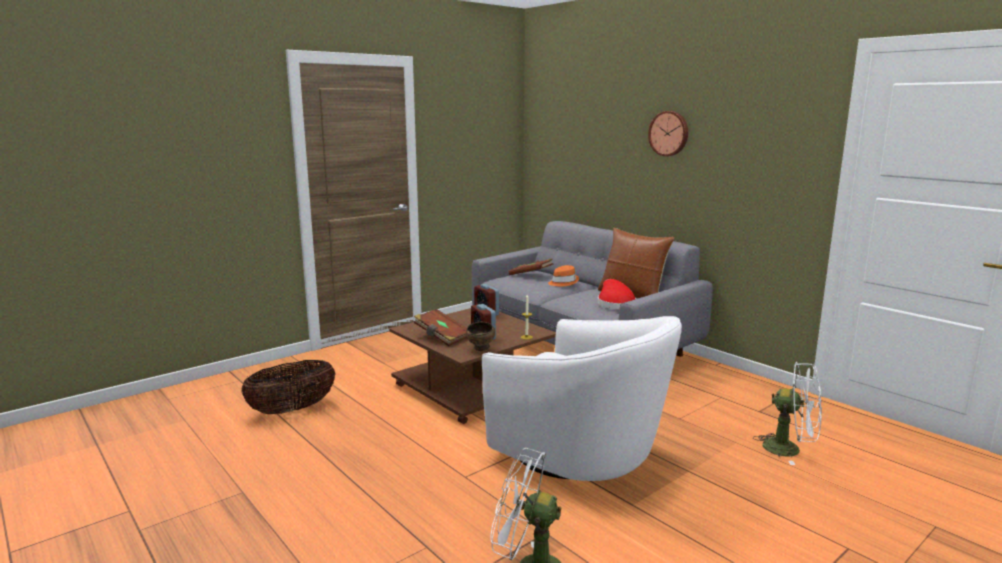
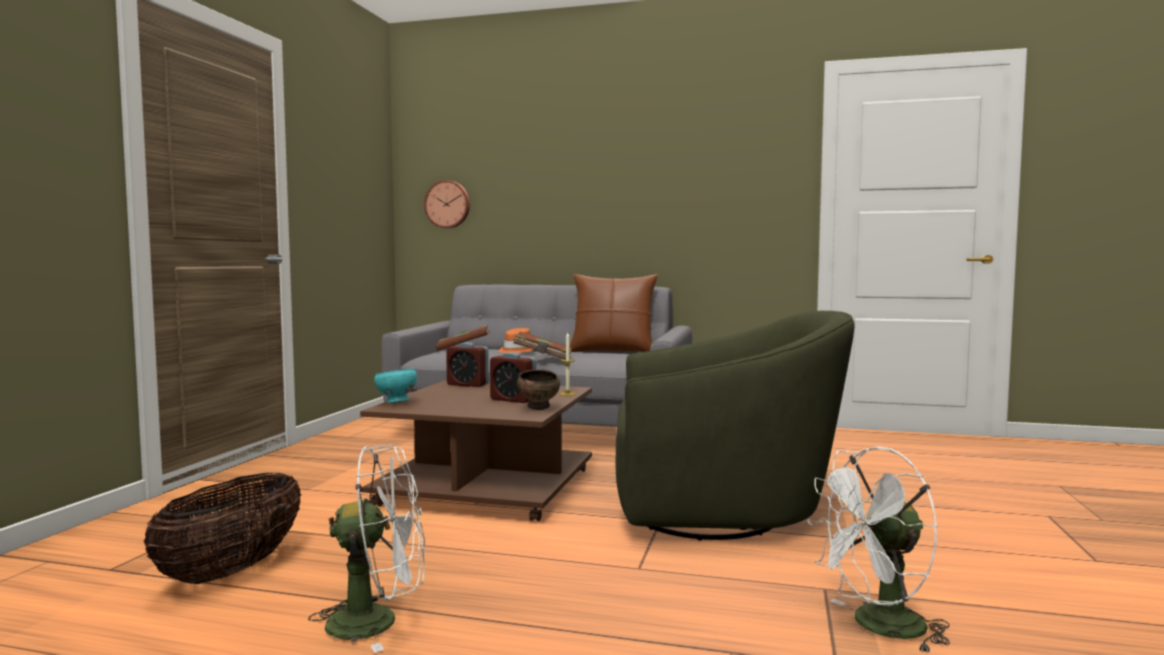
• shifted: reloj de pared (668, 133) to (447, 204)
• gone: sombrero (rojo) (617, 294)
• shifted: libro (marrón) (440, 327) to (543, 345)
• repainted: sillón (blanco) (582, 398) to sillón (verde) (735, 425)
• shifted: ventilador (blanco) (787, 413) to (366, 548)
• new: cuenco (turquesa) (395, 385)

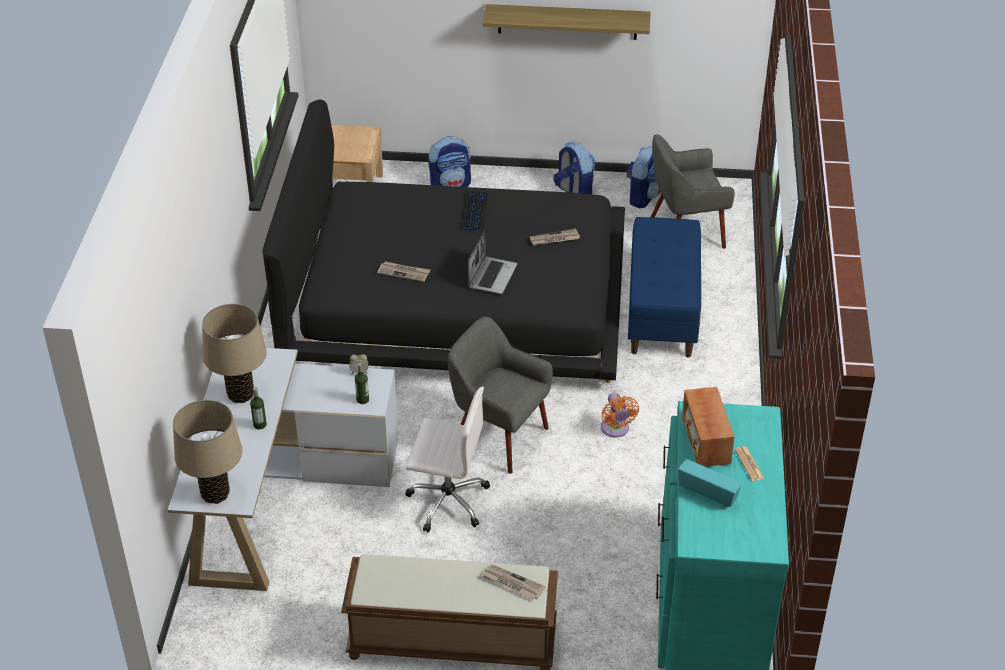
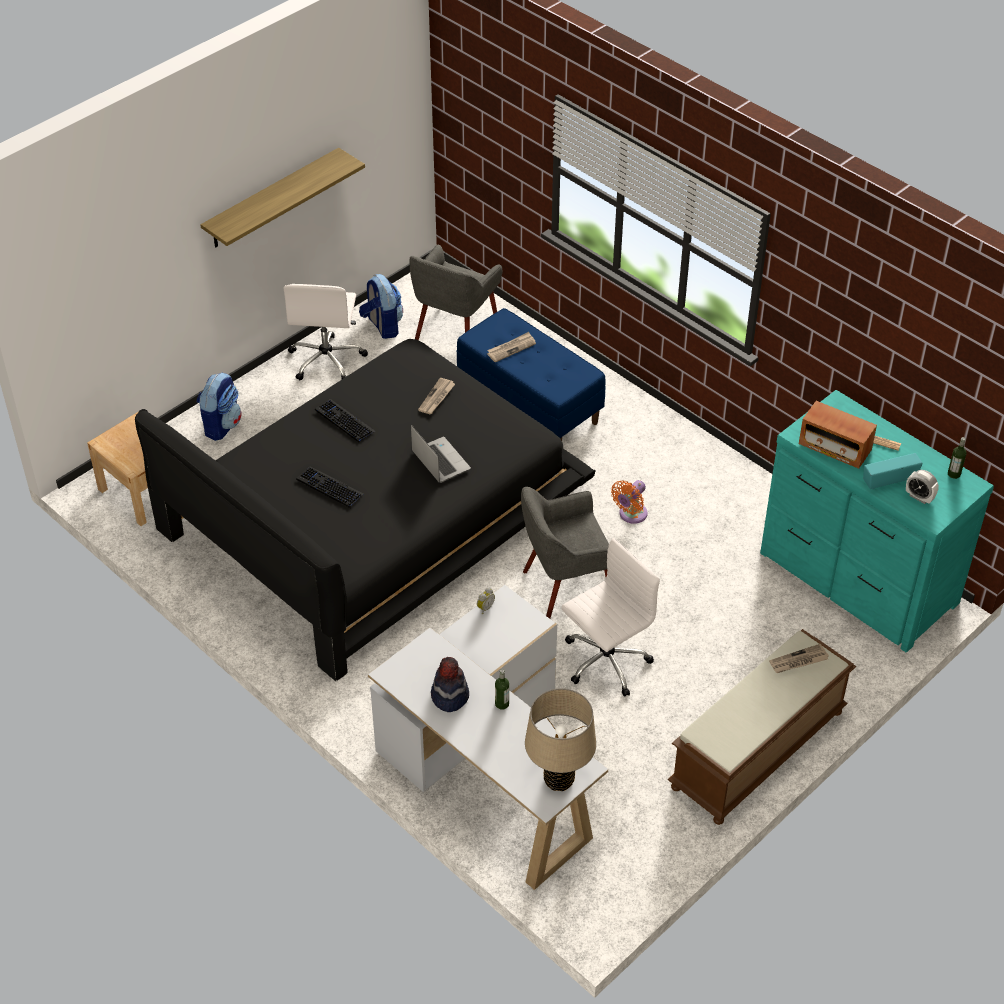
• swapped: mochila (574, 168) to silla de oficina (blanco) (325, 332)
• shifted: periódico (404, 271) to (511, 347)
• swapped: lámpara de mesa (beis) (234, 353) to sombrero (450, 684)
• shifted: botella (362, 383) to (957, 458)
• rotated: ventilador (naranja) (620, 414) = (629, 502) 105 degrees clockwise
• new: teclado (330, 487)
• new: despertador (922, 487)

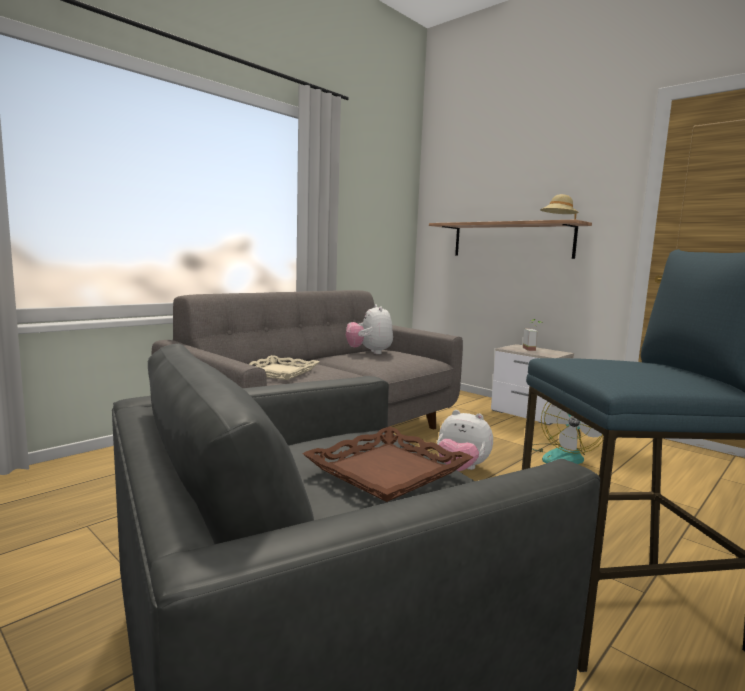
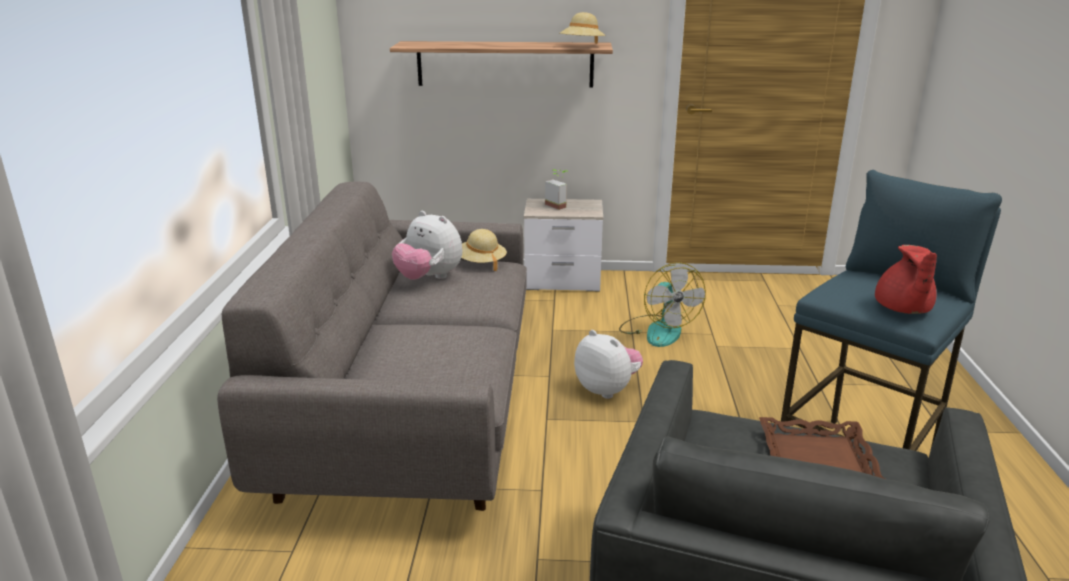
• gone: bandeja (beis) (284, 367)
• rotated: peluche (465, 440) = (608, 364) 120 degrees counterclockwise
• new: sombrero (beis) (484, 250)
• new: tetera (rojo) (906, 279)

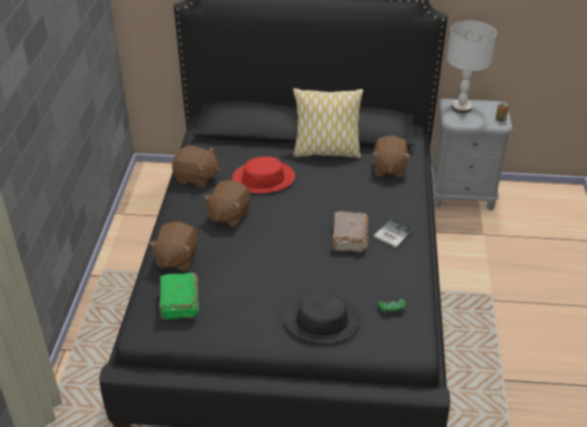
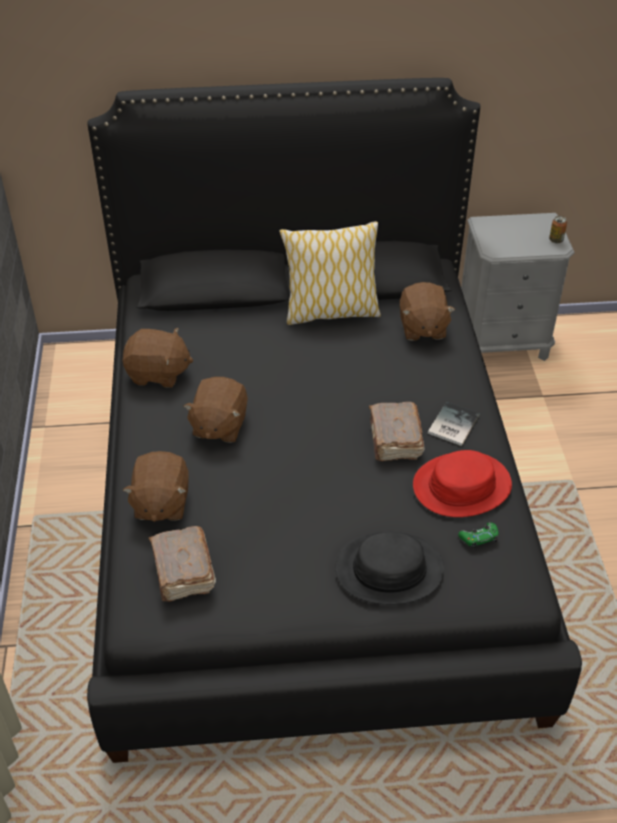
• gone: lámpara de mesa (gris) (472, 67)
• shifted: sombrero (rojo) (263, 174) to (462, 483)
• repainted: libro (verde) (179, 296) to libro (marrón) (182, 564)

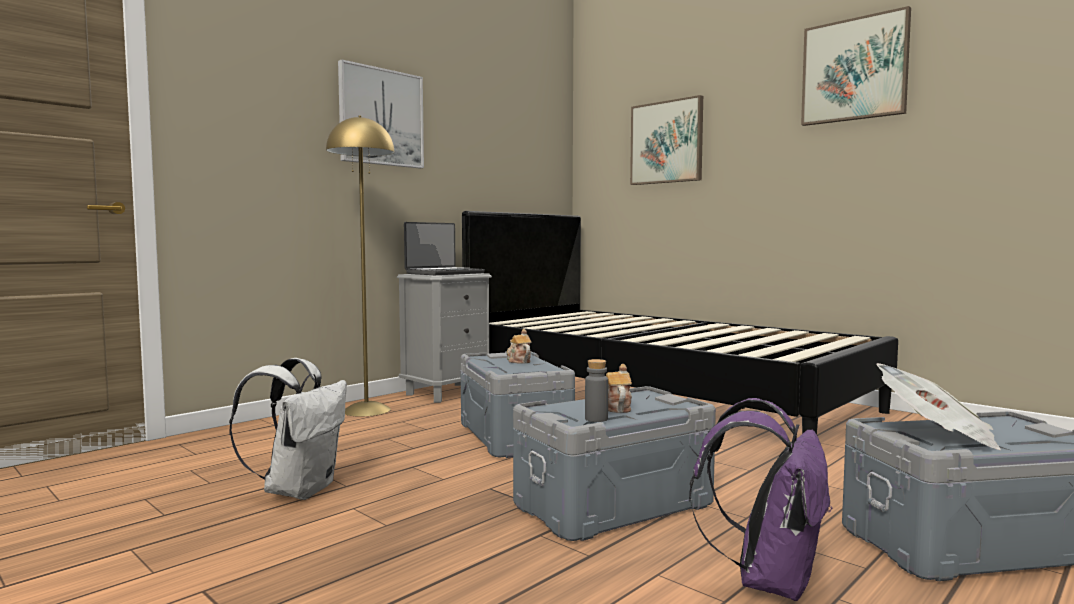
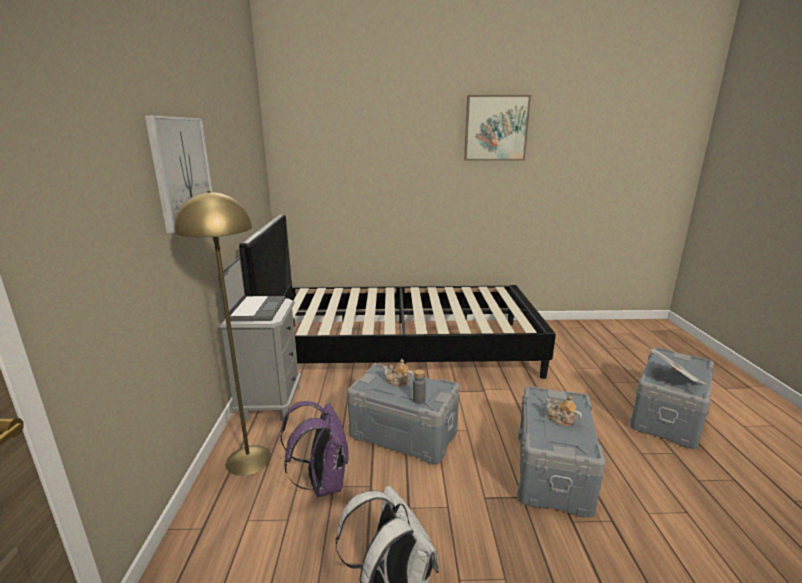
• gone: cuadro (666, 140)
• shifted: botella (gris) (596, 390) to (419, 386)
• shifted: mochila (morado) (760, 499) to (314, 449)

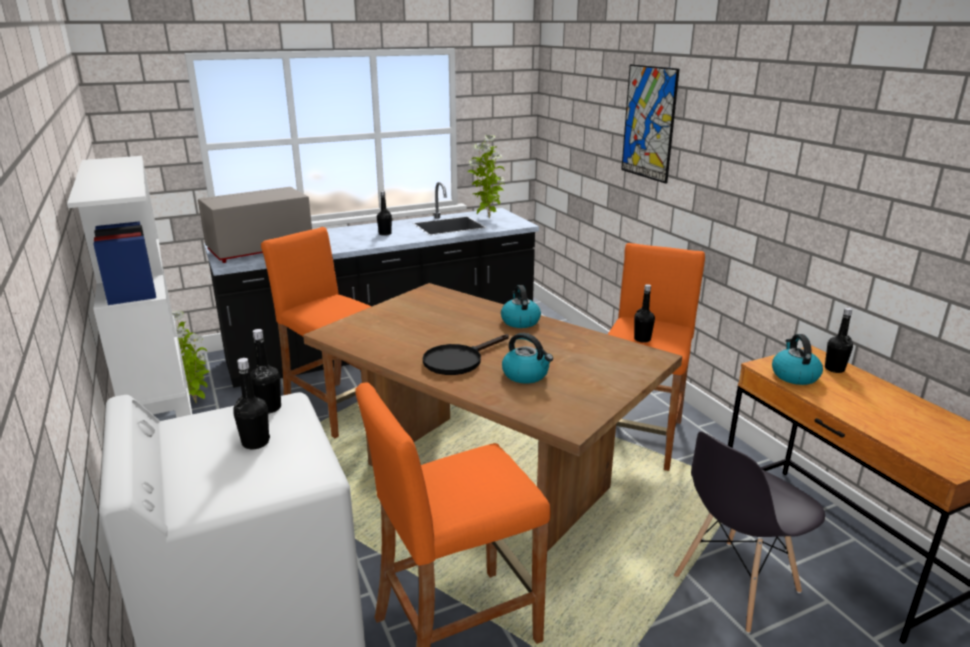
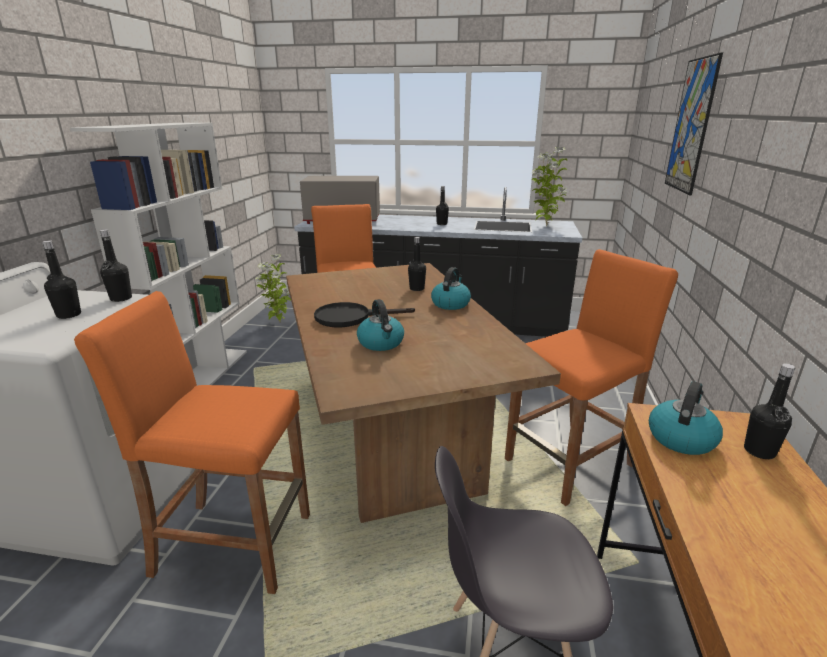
• shifted: botella (negro) (644, 313) to (417, 264)

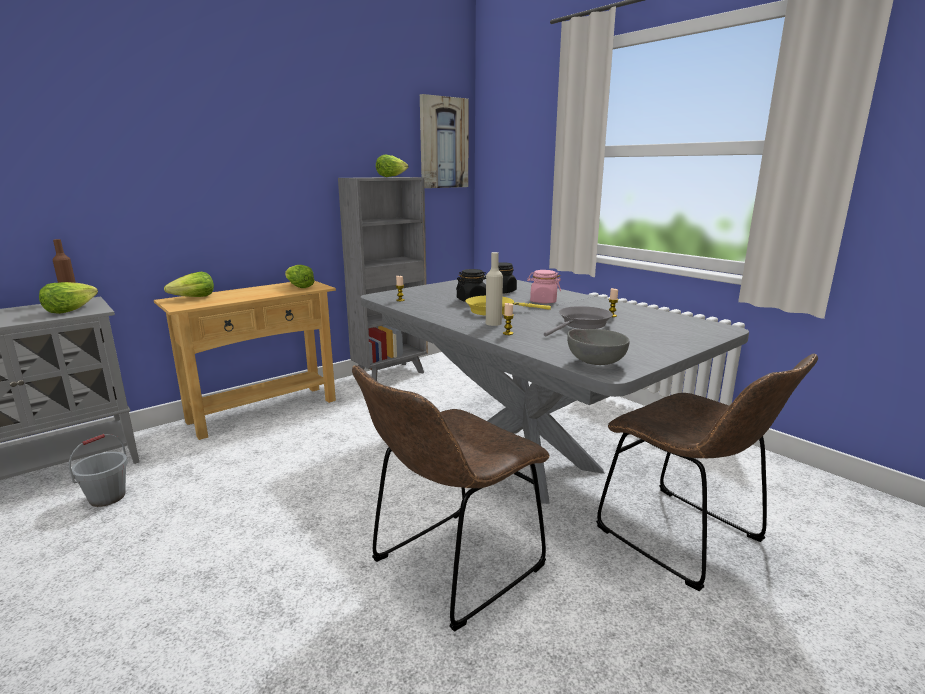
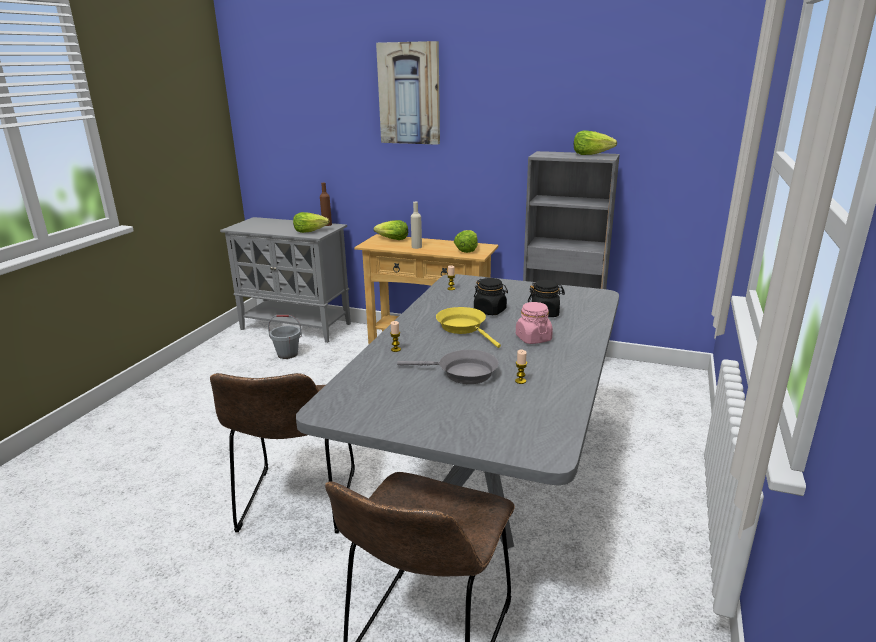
• shifted: cuadro (444, 141) to (408, 93)
• shifted: botella (beis) (494, 289) to (416, 225)
• gone: cuenco (gris) (598, 347)
• rotated: silla (marrón) (451, 498) = (282, 453) 105 degrees counterclockwise

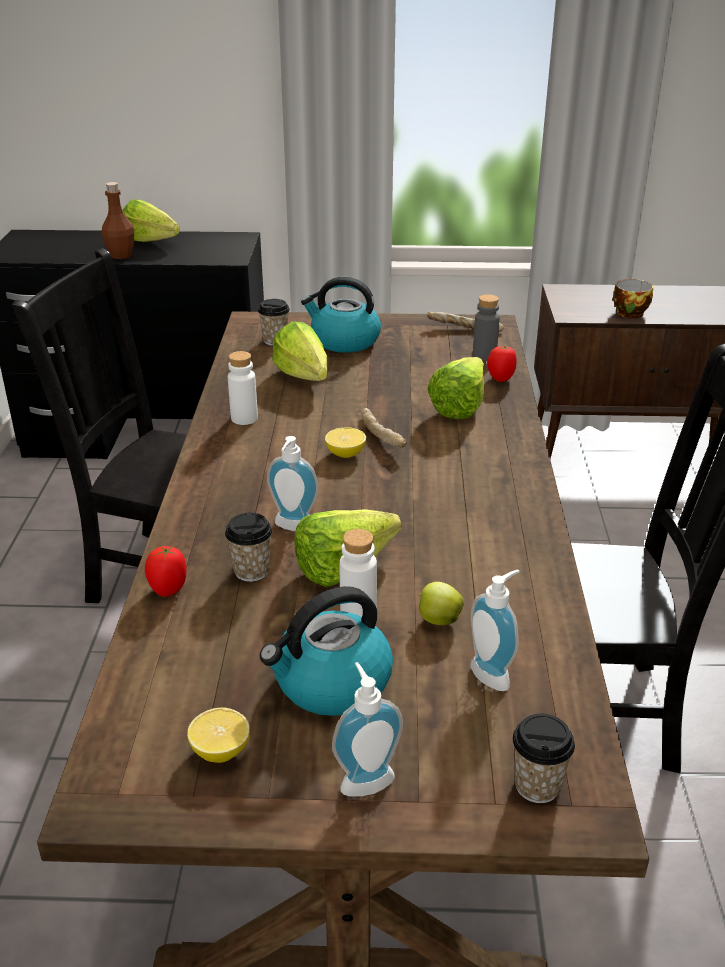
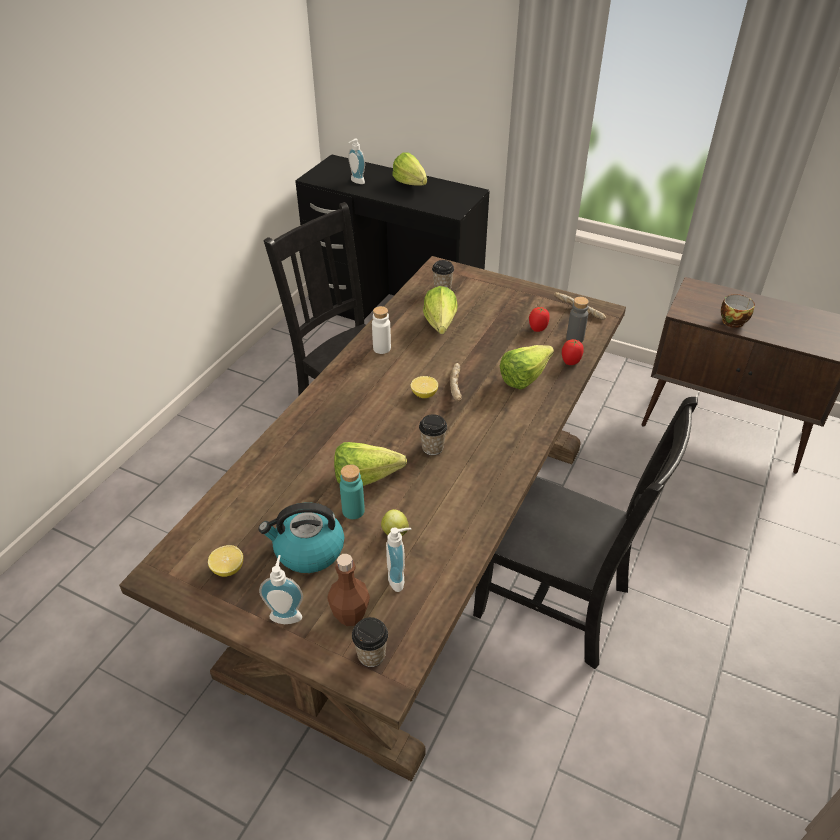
• shifted: botella (marrón) (118, 220) to (348, 590)
• gone: hervidor (341, 315)
• shifted: dispensador de jabón (293, 483) to (356, 161)
• shifted: taza (248, 547) to (433, 434)
• repainted: botella (blanco) (358, 573) to botella (turquesa) (352, 492)
• shifted: tomate (165, 571) to (539, 319)

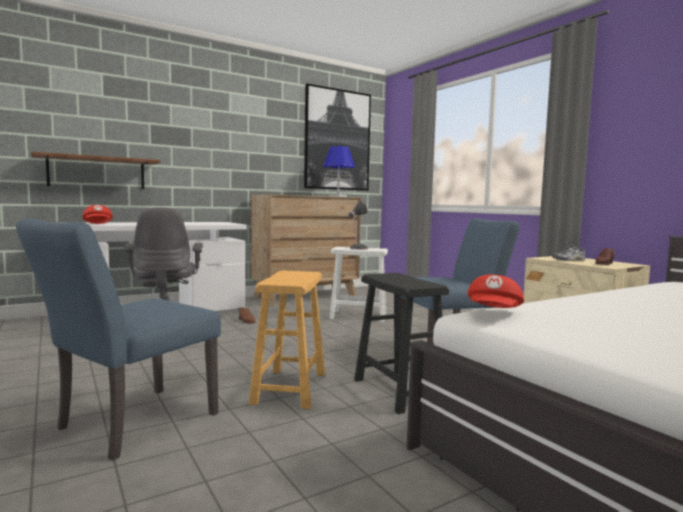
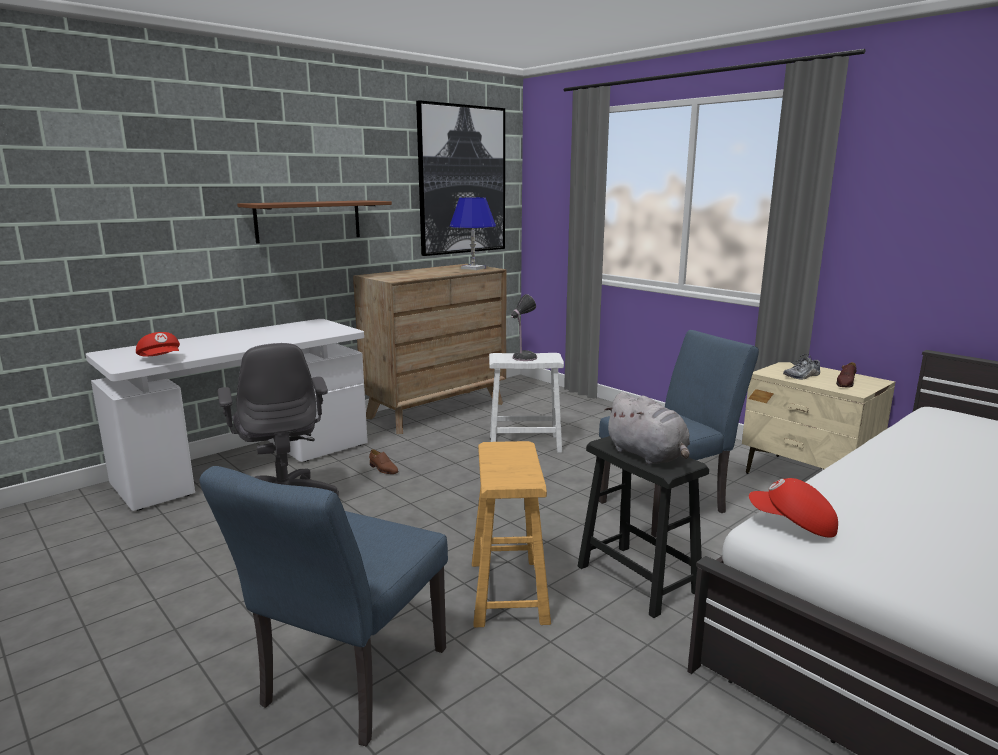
• shifted: estante (marrón) (96, 170) to (314, 222)
• rotated: gorra (rojo) (495, 291) = (793, 508) 105 degrees clockwise
• new: peluche (gris) (647, 428)

